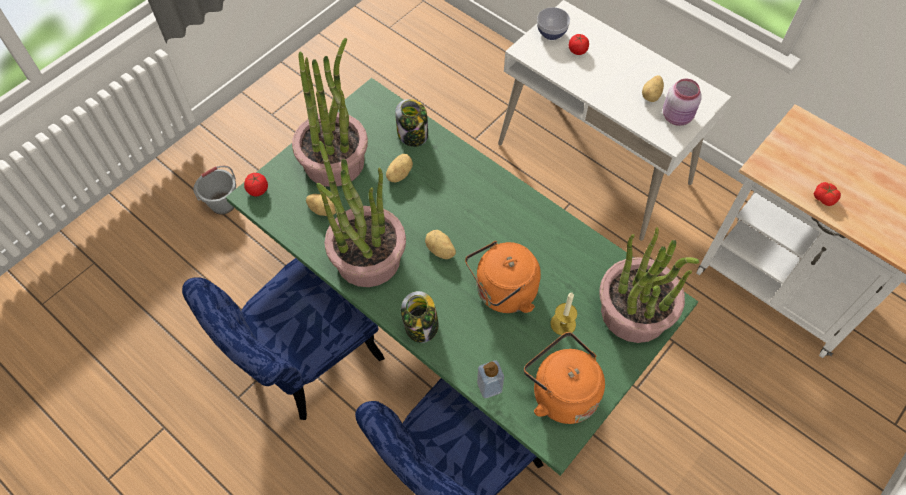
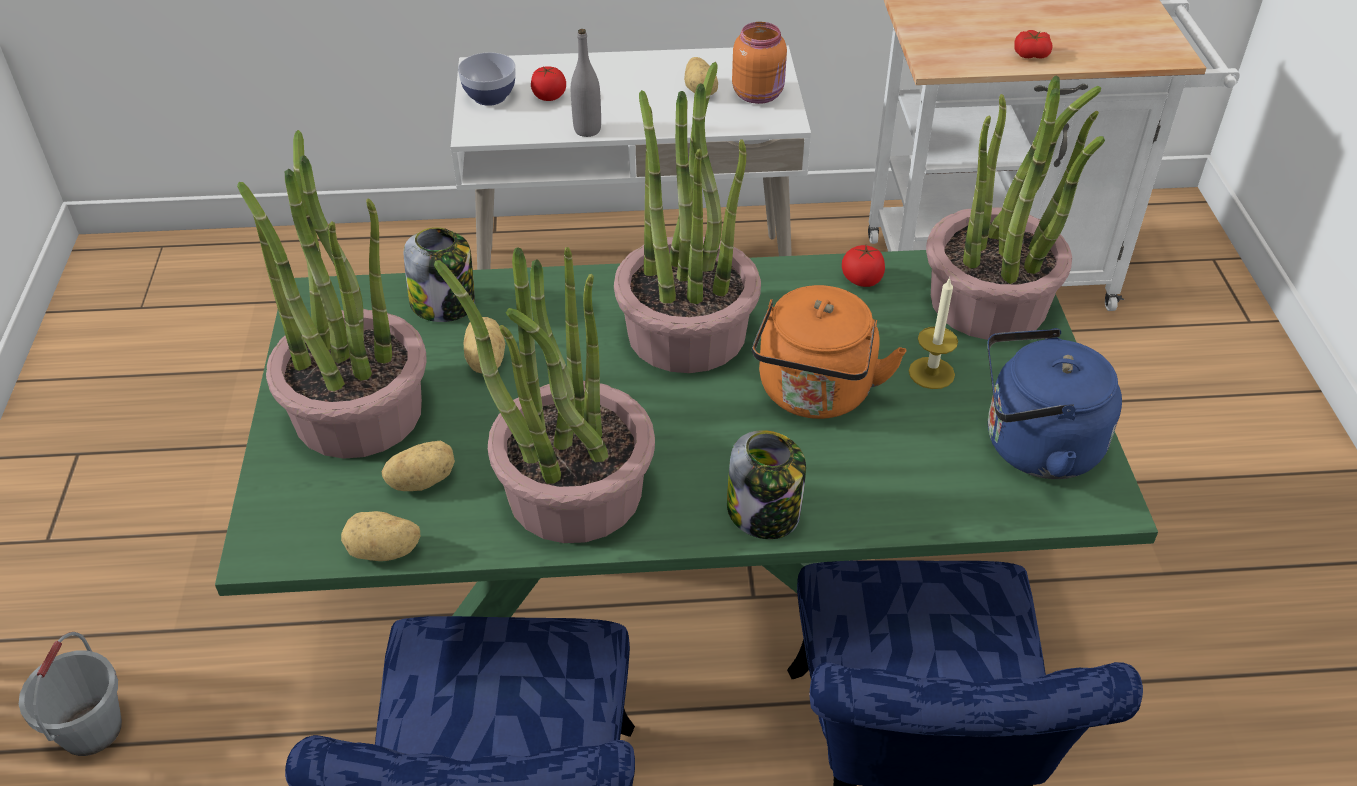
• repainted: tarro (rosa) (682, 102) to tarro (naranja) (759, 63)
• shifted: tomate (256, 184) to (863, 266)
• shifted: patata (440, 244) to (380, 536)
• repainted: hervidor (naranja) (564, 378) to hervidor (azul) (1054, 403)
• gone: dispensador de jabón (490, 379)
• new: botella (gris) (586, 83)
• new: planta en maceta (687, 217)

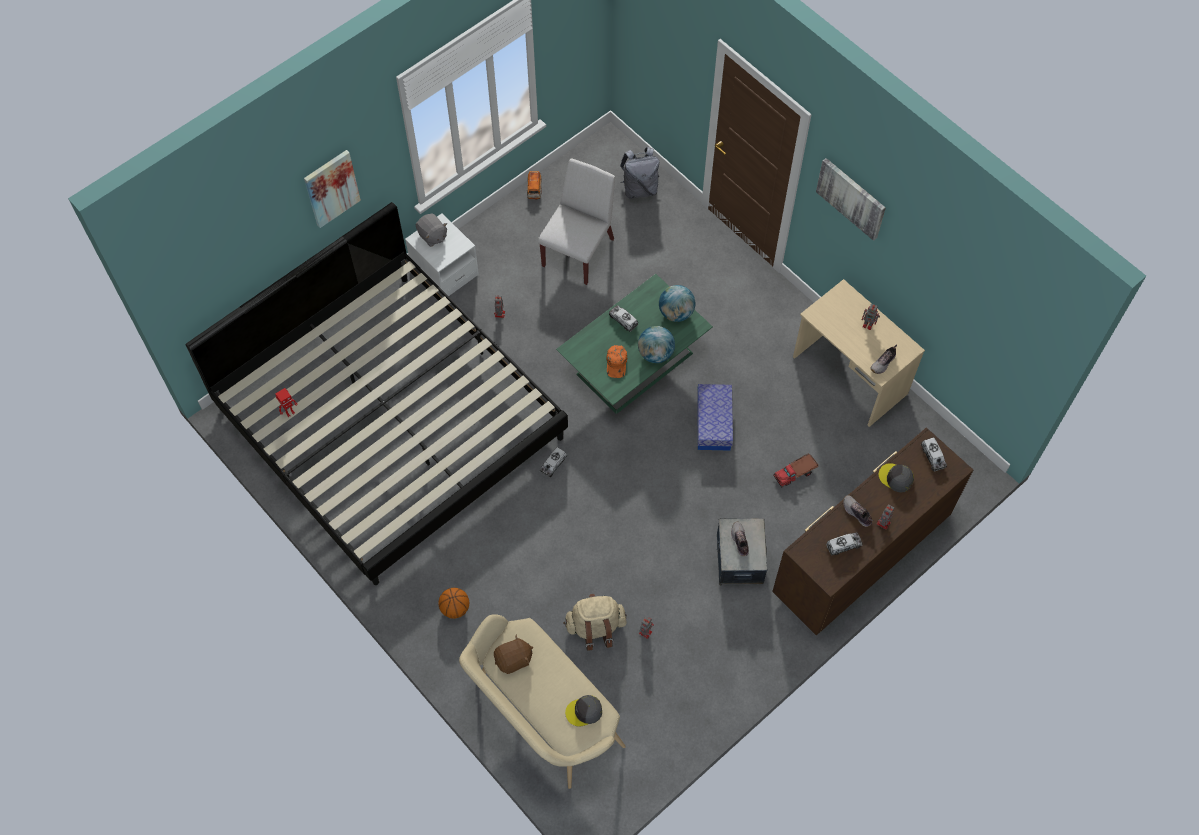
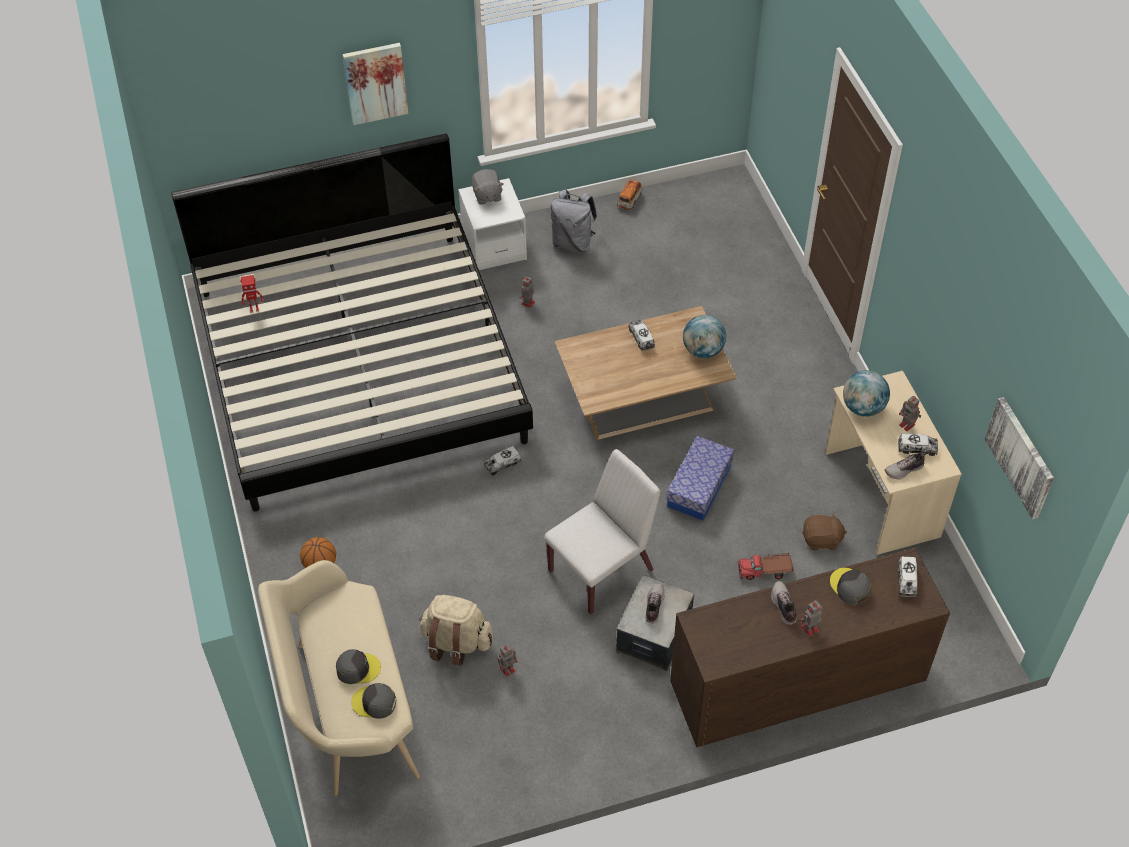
• shifted: mochila (gris) (639, 173) to (573, 221)
• shifted: silla (blanco) (576, 221) to (602, 531)
• shifted: cuadro (851, 199) to (1019, 458)
• repainted: mesa de centro (verde) (634, 344) to mesa de centro (marrón) (645, 373)
• shifted: globo terráqueo (656, 344) to (866, 393)
• gone: gorra (naranja) (617, 361)
• shifted: camión de juguete (844, 544) to (918, 444)
• shifted: peluche (marrón) (513, 654) to (824, 531)
• new: gorra (gris) (358, 666)

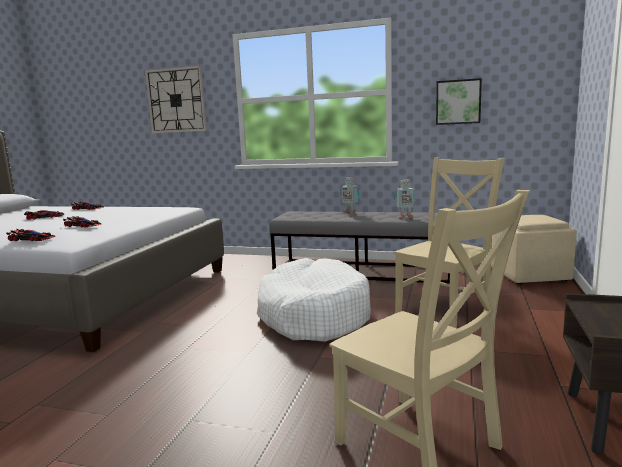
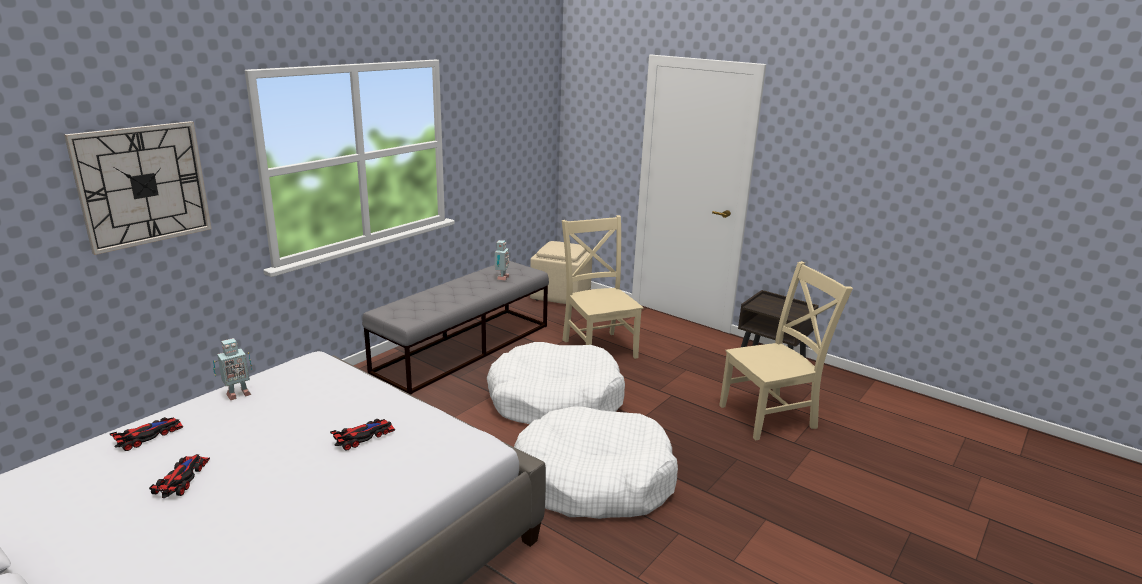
• gone: cuadro (459, 101)
• shifted: robot de juguete (349, 195) to (232, 369)
• gone: coche de juguete (30, 235)
• new: cama para perro (blanco) (596, 462)

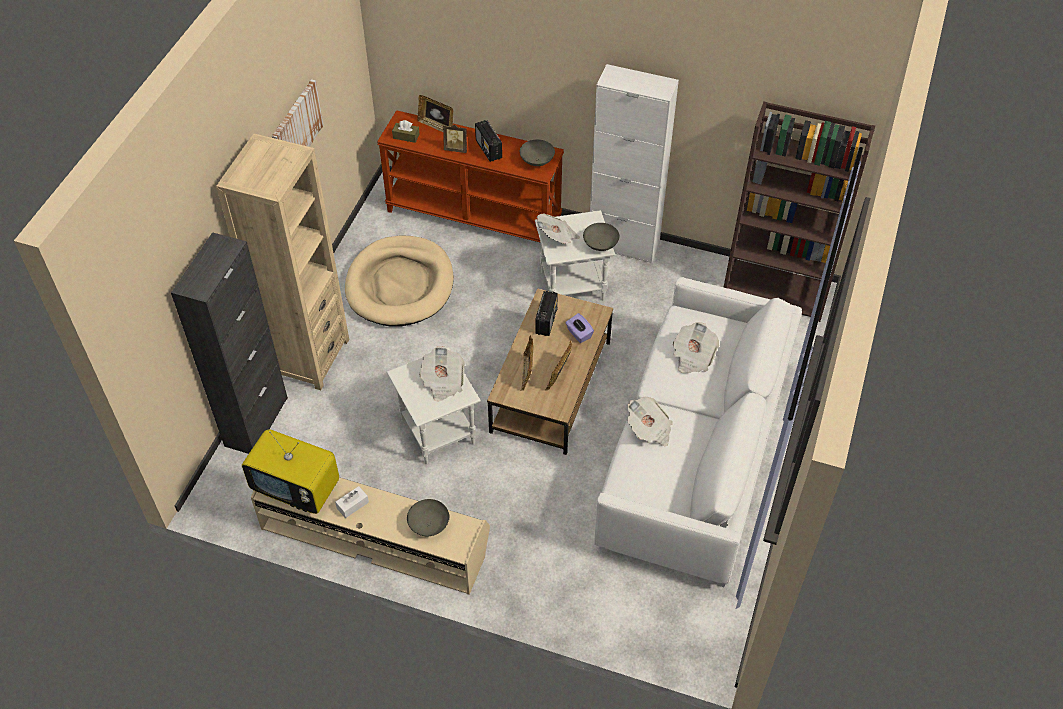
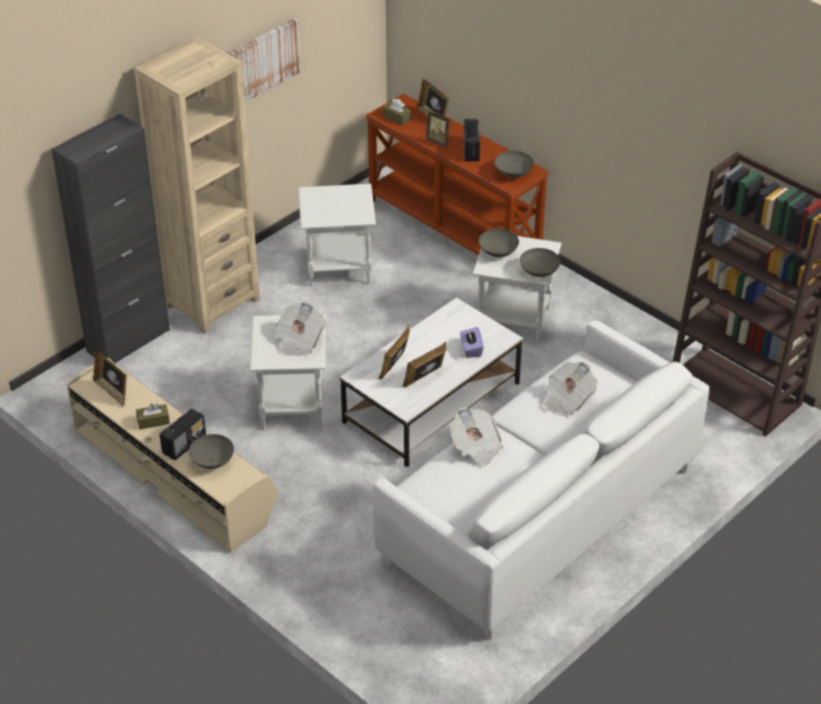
• gone: armario (blanco) (634, 164)
• swapped: periódico (557, 228) to cuenco (gris) (499, 243)
• swapped: cama para perro (beis) (399, 281) to mesa auxiliar (blanco) (337, 235)
• repainted: mesa de centro (marrón) (550, 371) to mesa de centro (blanco) (431, 382)
• shifted: radio (546, 313) to (183, 434)
• swapped: televisor (290, 471) to portarretratos (110, 378)
• repainted: caja de pañuelos (blanco) (352, 502) to caja de pañuelos (marrón) (153, 416)

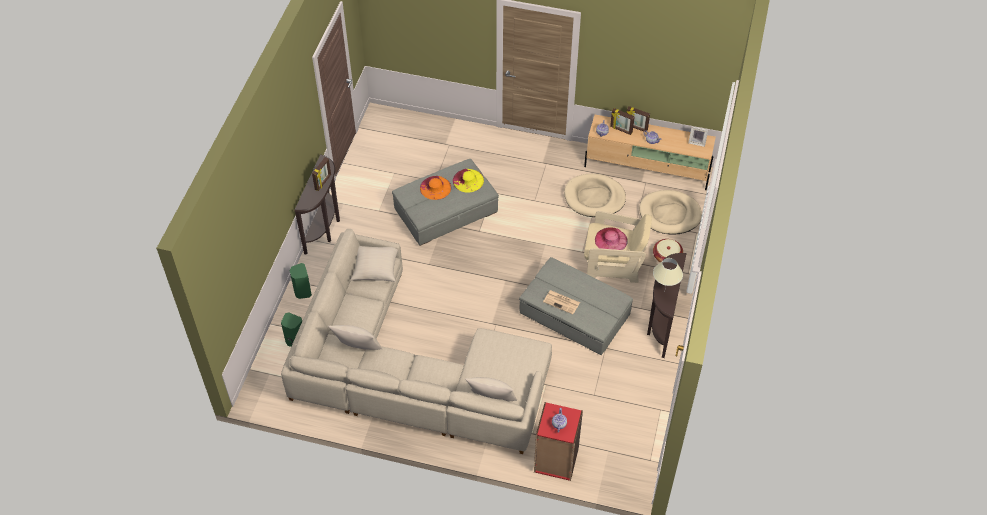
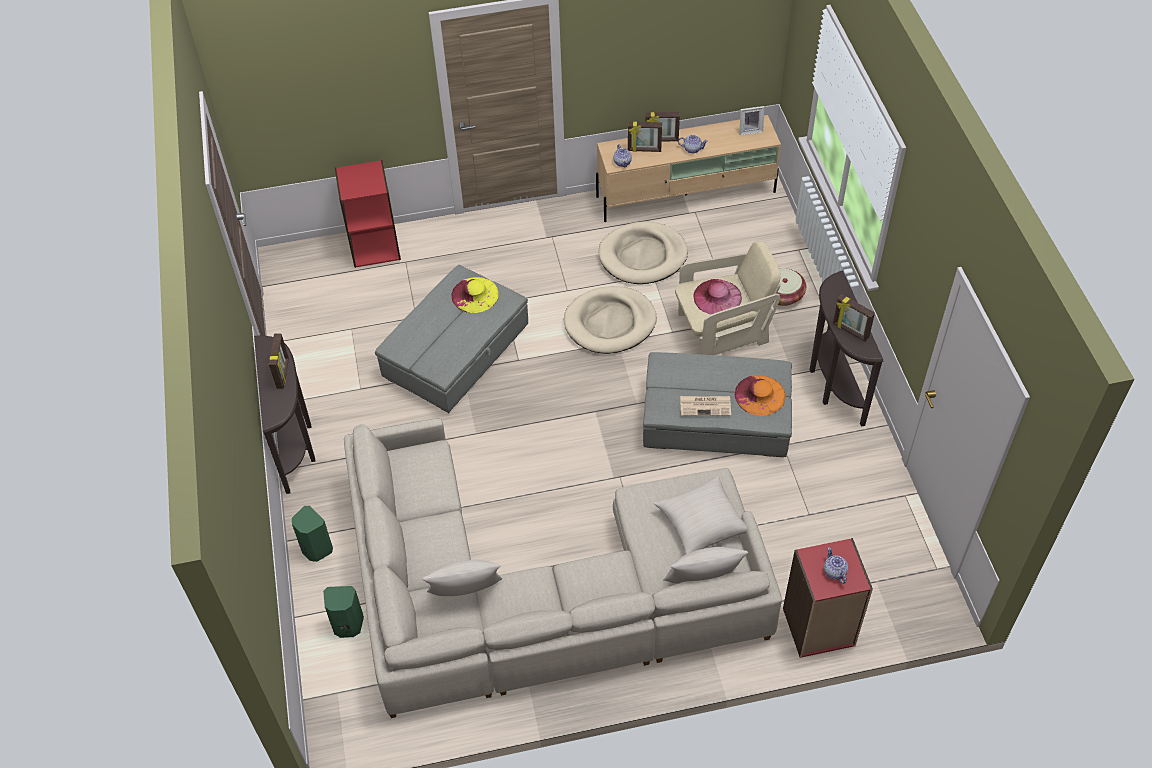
• shifted: sombrero (naranja) (435, 188) to (760, 395)
• shifted: cama para perro (beis) (670, 212) to (610, 320)
• shifted: cojín (beis) (374, 264) to (700, 515)
• swapped: lámpara de mesa (beis) (668, 273) to portarretratos (854, 318)
• new: estantería (rojo) (368, 214)

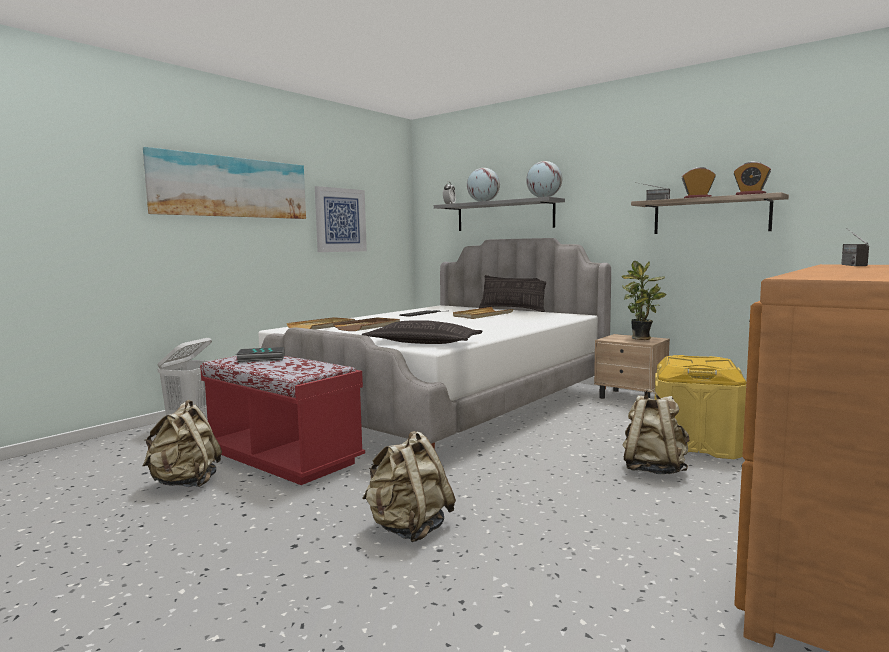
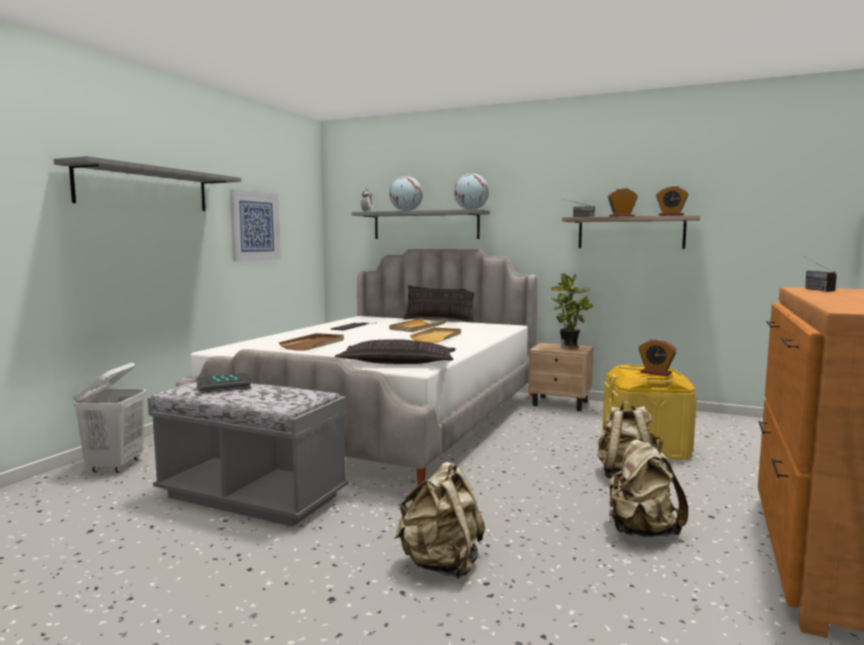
• swapped: cuadro (224, 183) to estante (gris) (147, 183)
• shifted: bandeja (beis) (320, 323) to (435, 335)
• repainted: banco (rojo) (282, 420) to banco (gris) (248, 454)
• shifted: mochila (beis) (182, 443) to (648, 487)
• new: despertador (657, 357)

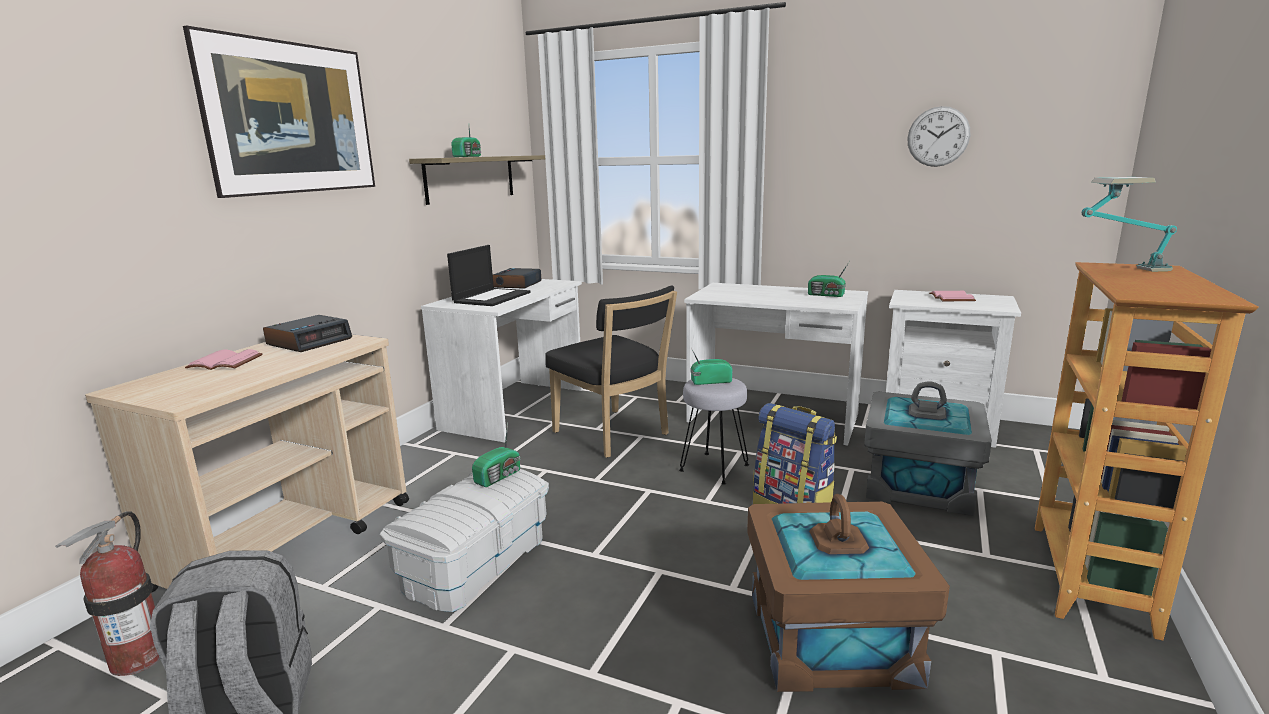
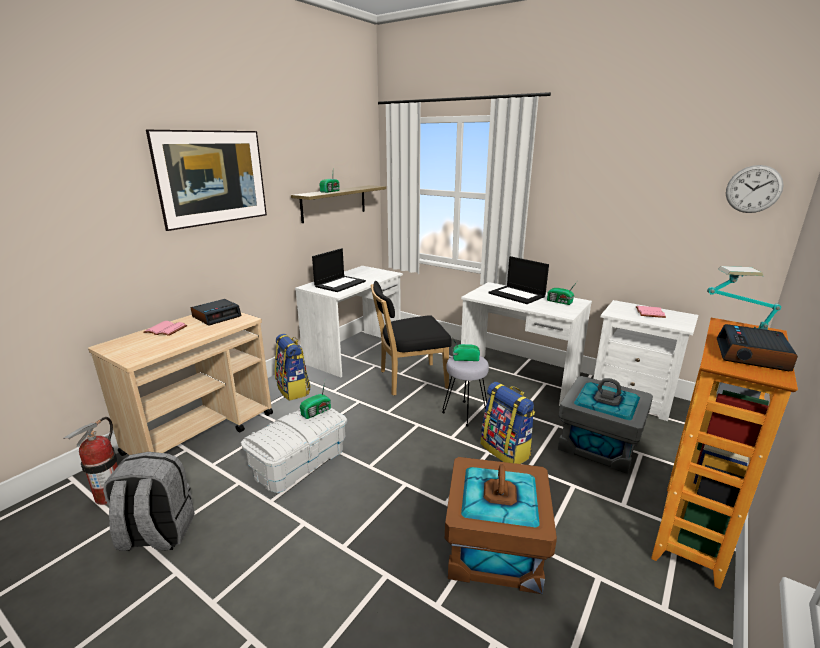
• shifted: reloj de pared (938, 136) to (755, 189)
• shifted: despertador (517, 278) to (757, 347)
• rotated: silla (negro) (611, 372) = (411, 338) 105 degrees clockwise
• new: portátil (519, 280)
• new: mochila (293, 367)

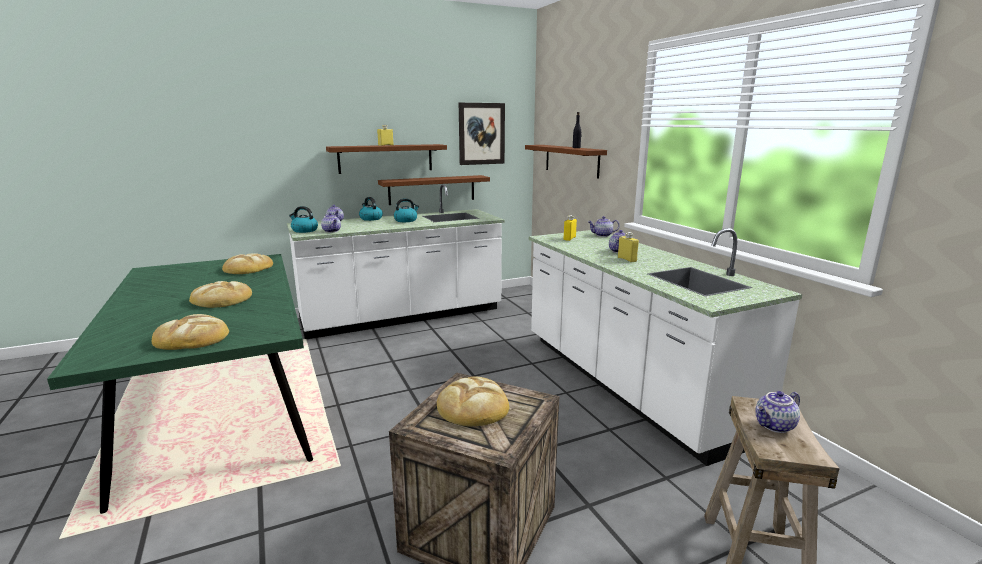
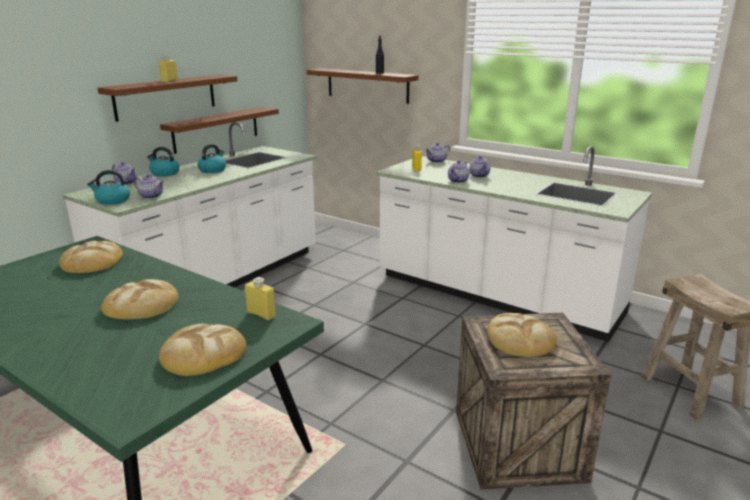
• gone: cuadro (482, 134)
• shifted: botella (amarillo) (628, 247) to (260, 298)
• shifted: tetera (777, 412) to (458, 171)

